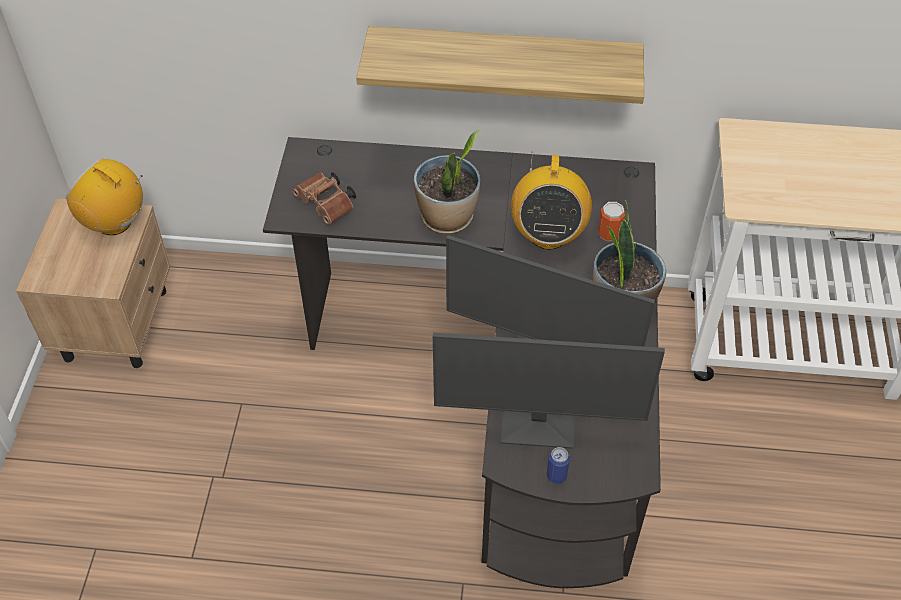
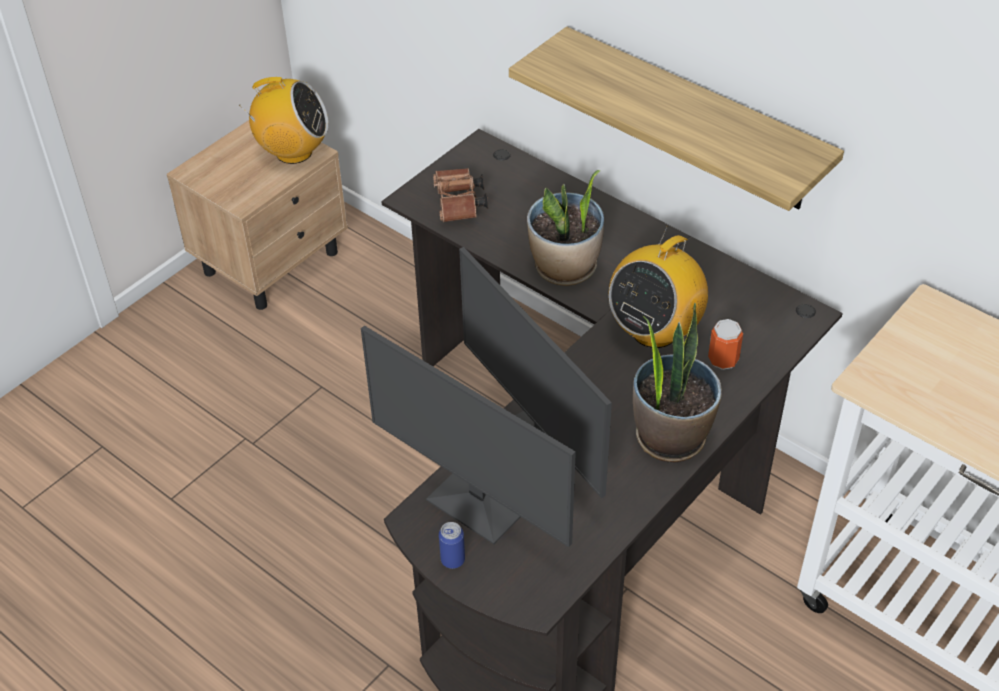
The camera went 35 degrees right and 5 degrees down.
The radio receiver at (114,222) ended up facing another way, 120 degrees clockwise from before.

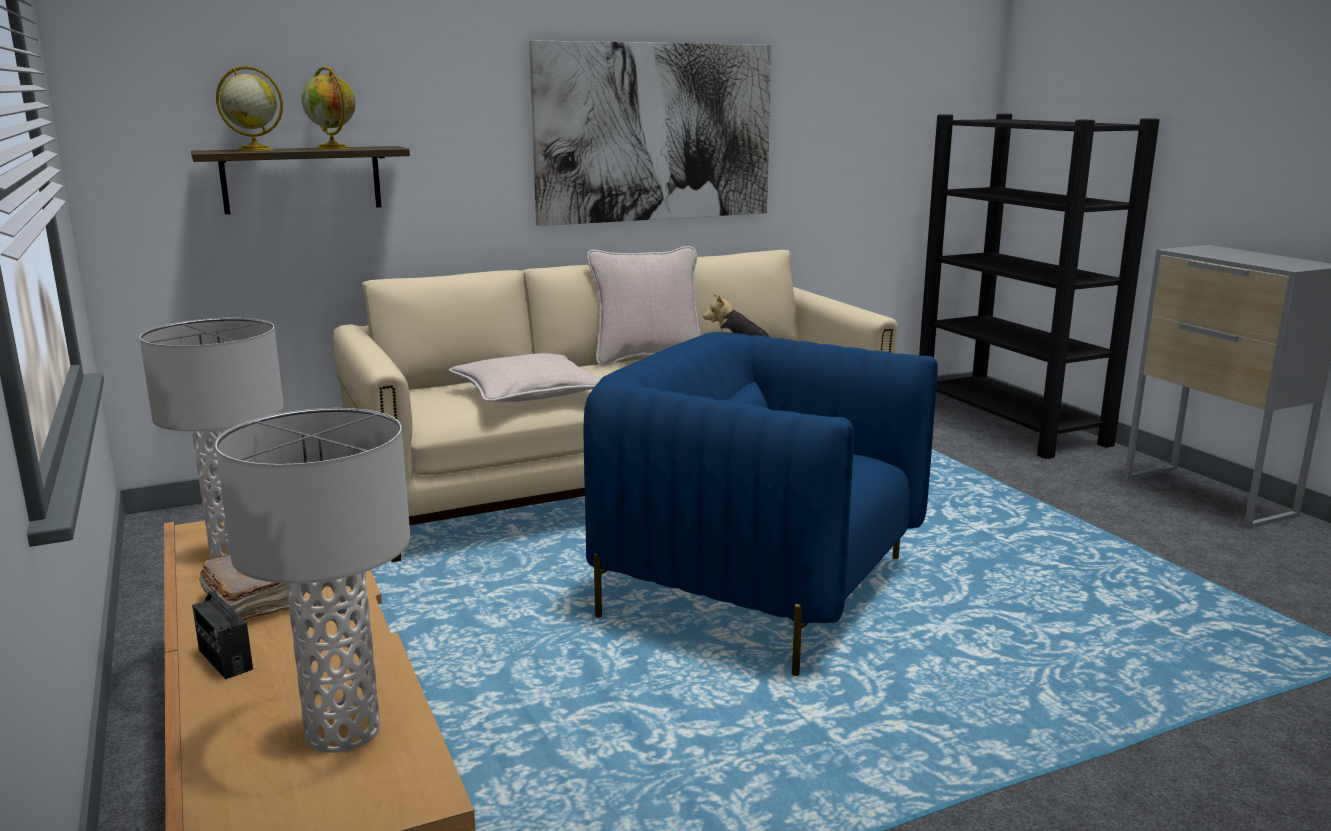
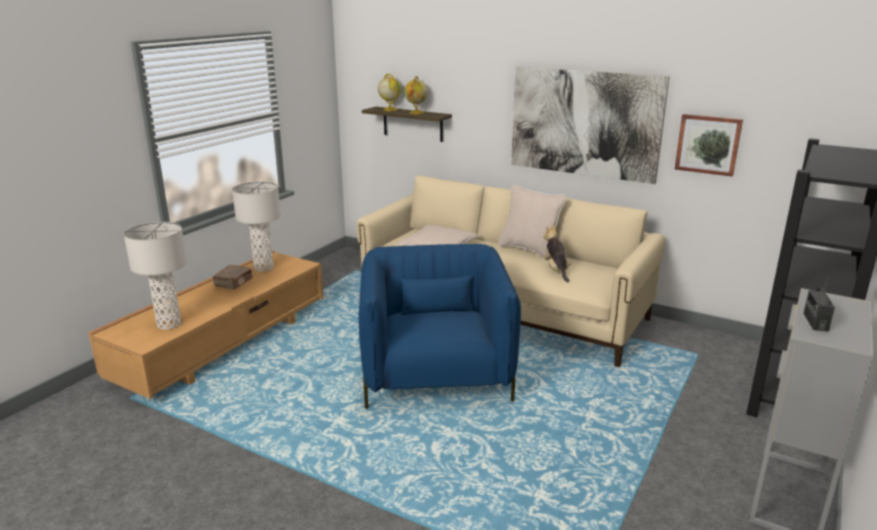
The camera went 55 degrees right and 5 degrees up.
The second view gained the picture at (708,144).
The radio receiver ended up elsewhere, having gone from (225,660) to (815,322).

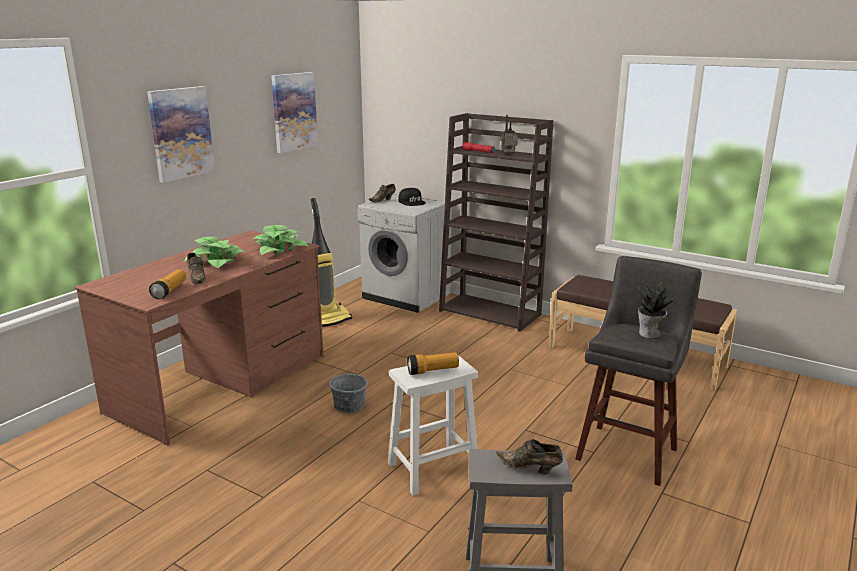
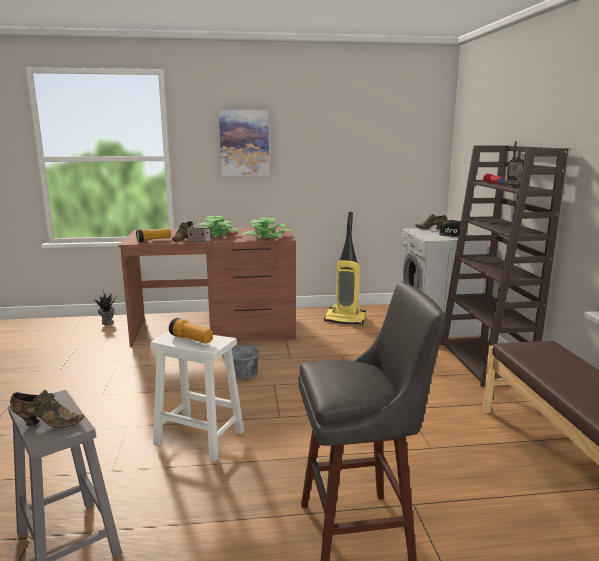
The camera went 50 degrees right and 5 degrees down.
The second view lost the picture at (294,111).
The second view gained the radio receiver at (198,241).
The plant in a pot ended up elsewhere, having gone from (649,334) to (107,323).
The shoe (brown-coloured) at (530,468) ended up facing another way, 105 degrees clockwise from before.

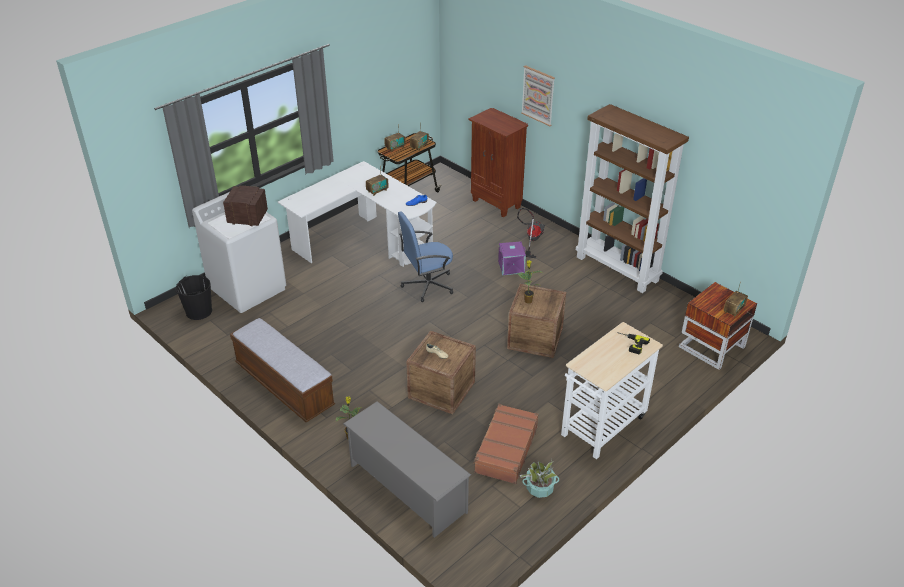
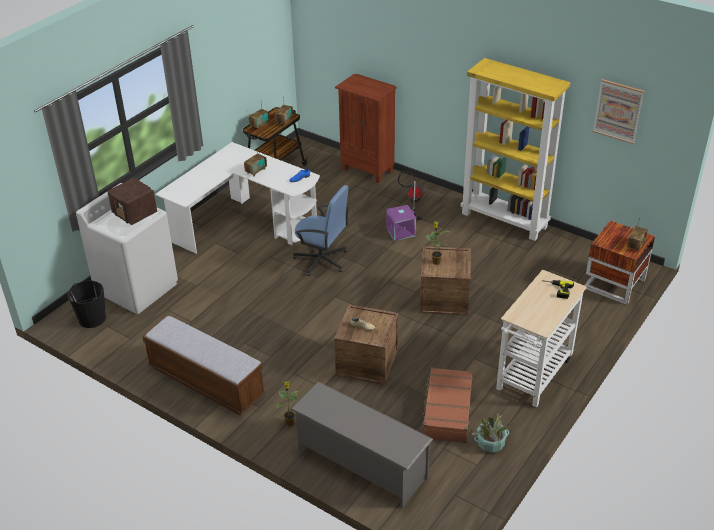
The camera went 10 degrees left and 0 degrees up.
The picture ended up elsewhere, having gone from (538,95) to (618,111).
What was the bookshelf (brown-coloured) at (618,269) turned into the bookshelf (yellow-coloured) at (505,220).
The radio receiver at (247,217) ended up facing another way, 135 degrees counterclockwise from before.
The computer chair (blue) at (427,285) ended up facing another way, 120 degrees counterclockwise from before.

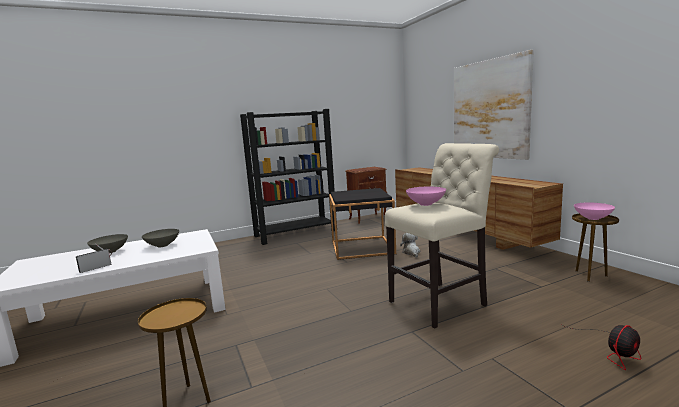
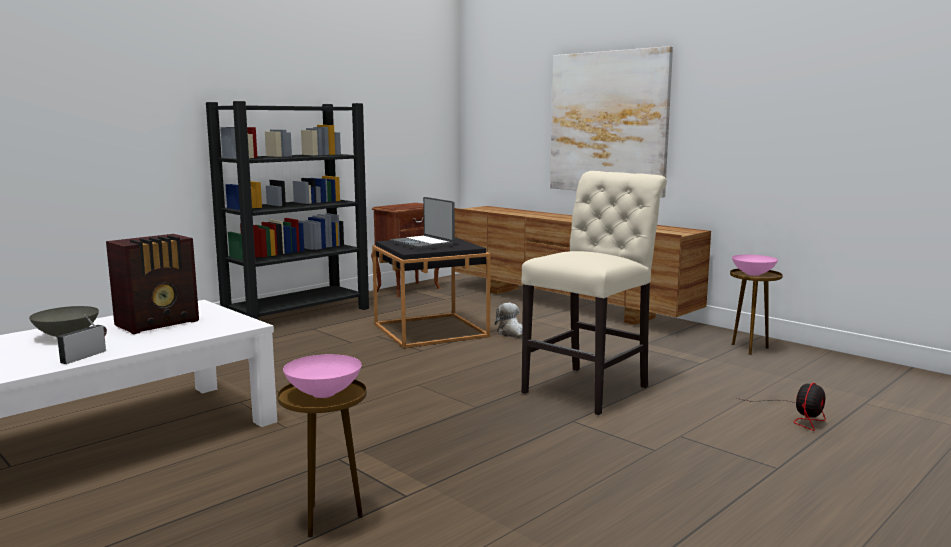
The camera went 20 degrees left and 0 degrees up.
The second view gained the portable computer at (423,244).
The serving bowl (pink-coloured) ended up elsewhere, having gone from (425,204) to (323,394).
Where the serving bowl (grey) stood at (163,245), the radio receiver came to stand at (159,323).

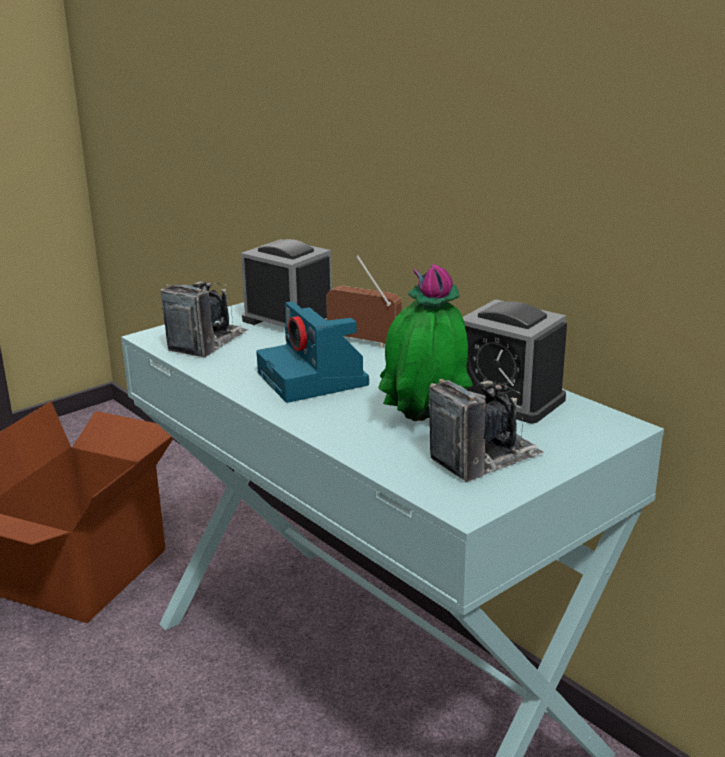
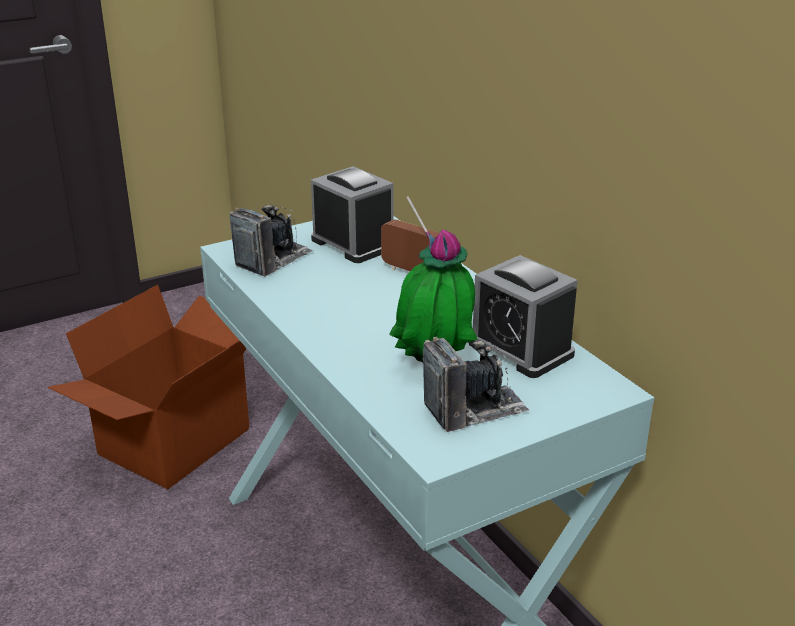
The camera went 10 degrees right and 5 degrees up.
The second view lost the still camera at (314,379).

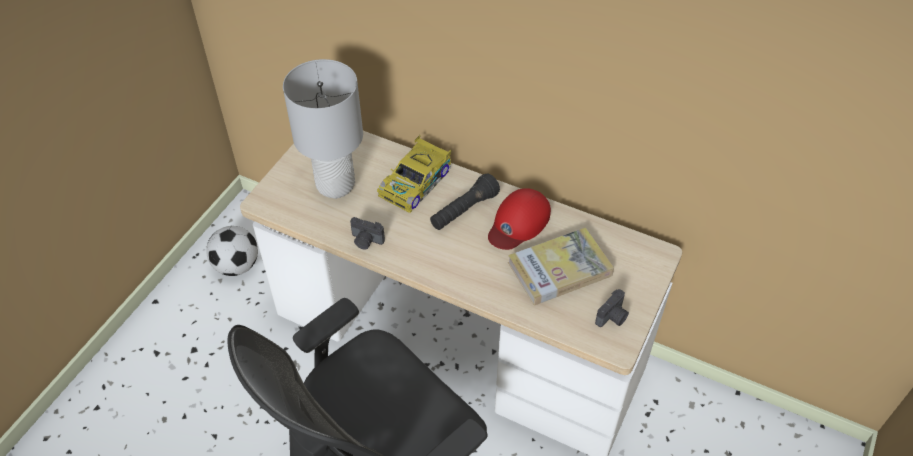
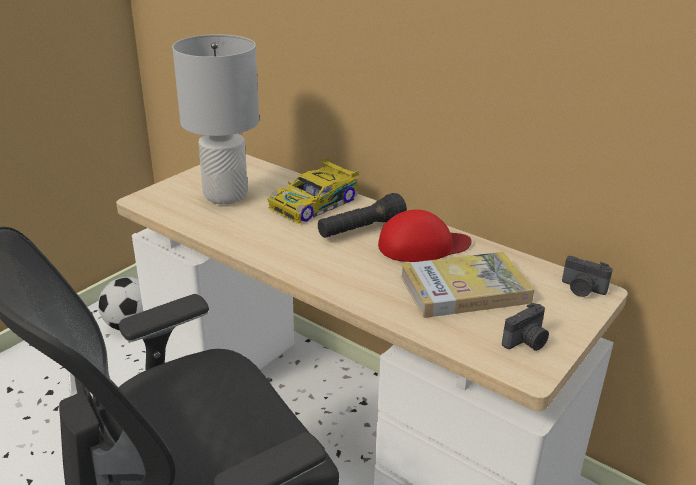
The camera went 10 degrees right and 20 degrees down.
The still camera ended up elsewhere, having gone from (366,241) to (582,289).
The baseball cap (red) at (518,223) ended up facing another way, 150 degrees counterclockwise from before.

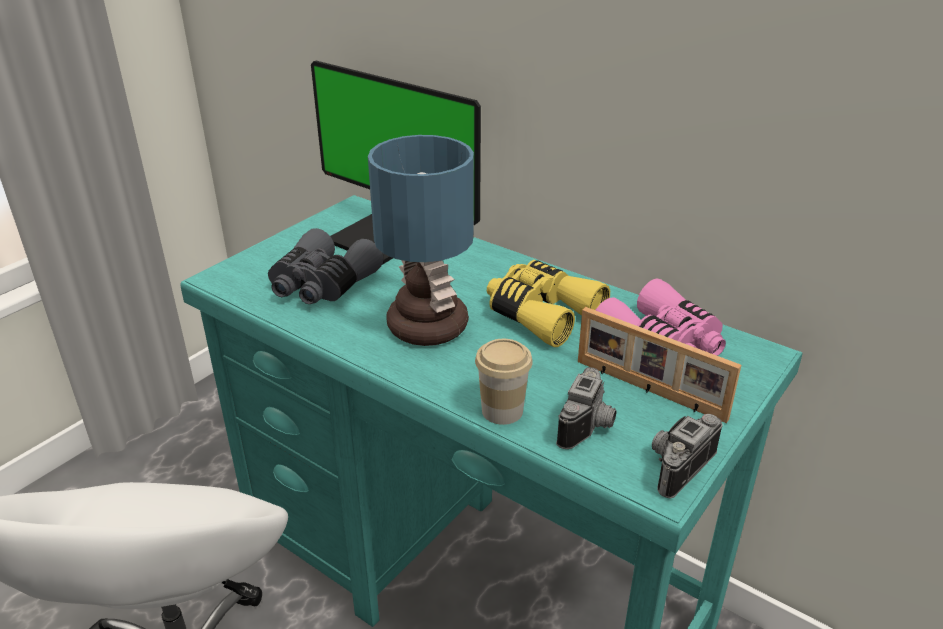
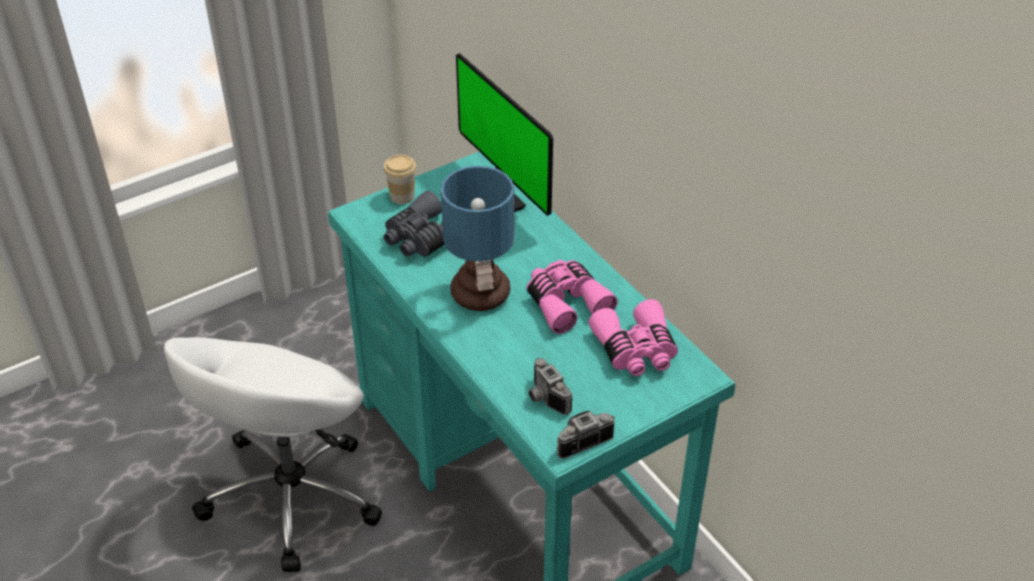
The camera went 20 degrees right and 10 degrees up.
The second view lost the standing frame at (648,390).
The small cup ended up elsewhere, having gone from (502,411) to (402,196).
What was the field glasses (yellow-coloured) at (541,313) turned into the field glasses (pink-coloured) at (566,302).
The still camera at (590,426) ended up facing another way, 105 degrees clockwise from before.

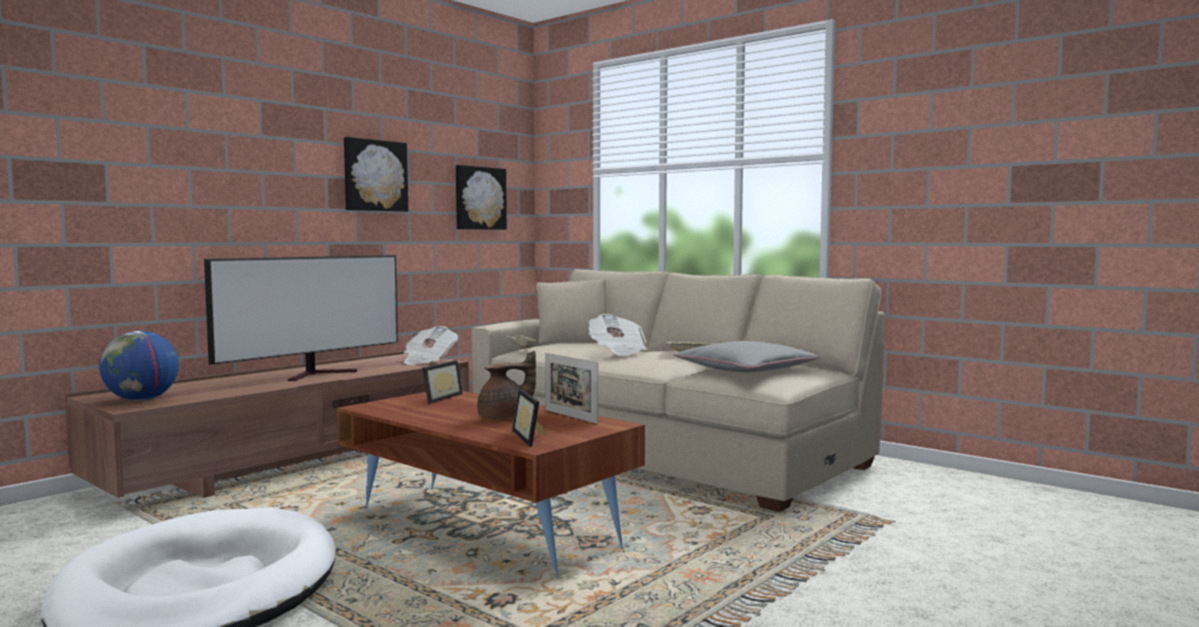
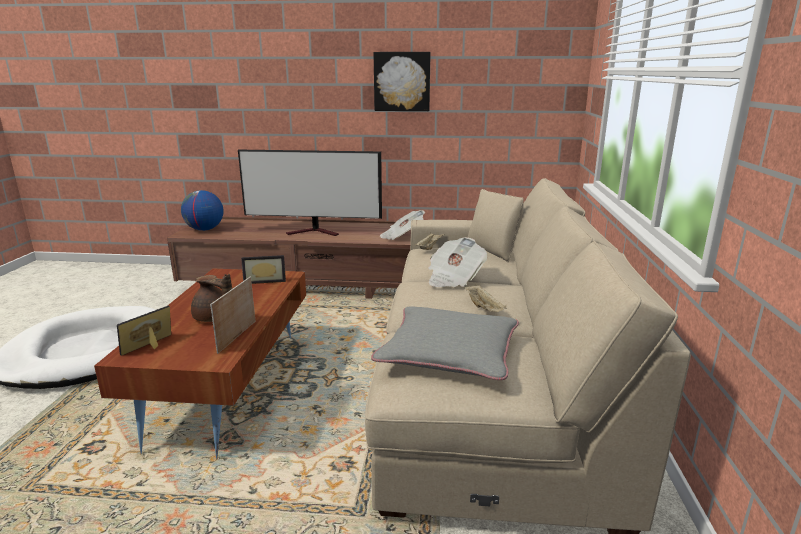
The camera went 55 degrees right and 15 degrees up.
The second view lost the picture at (479,198).

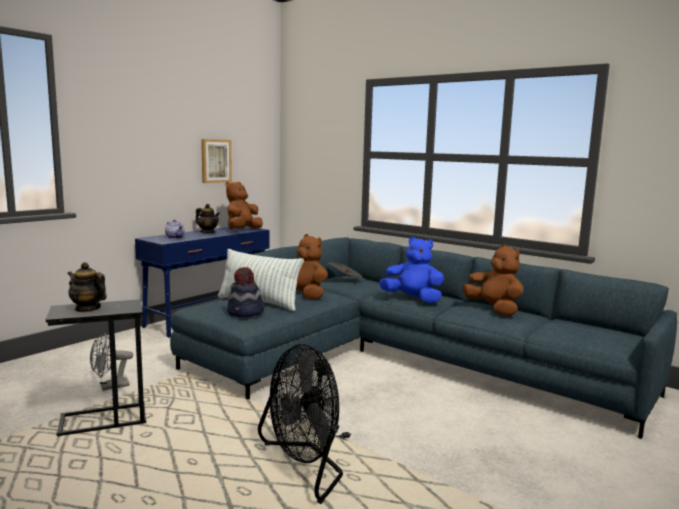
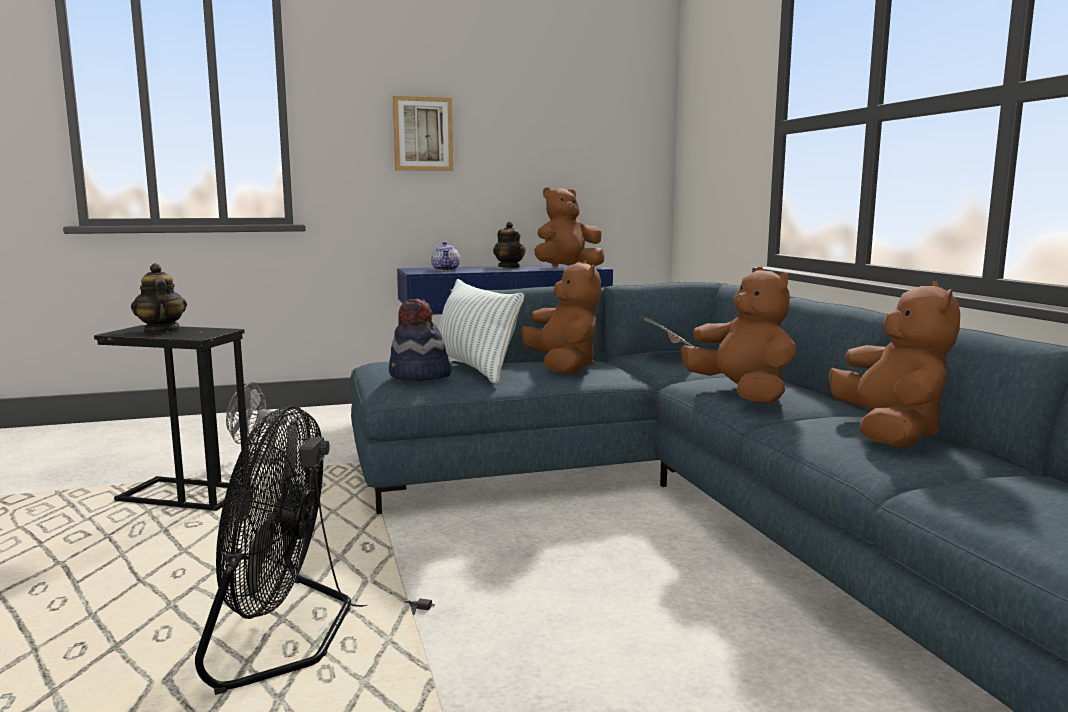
The camera went 35 degrees right and 0 degrees up.
The picture ended up elsewhere, having gone from (216,161) to (423,134).
What was the cuddly toy (blue) at (413,299) turned into the cuddly toy (brown-coloured) at (742,394).

